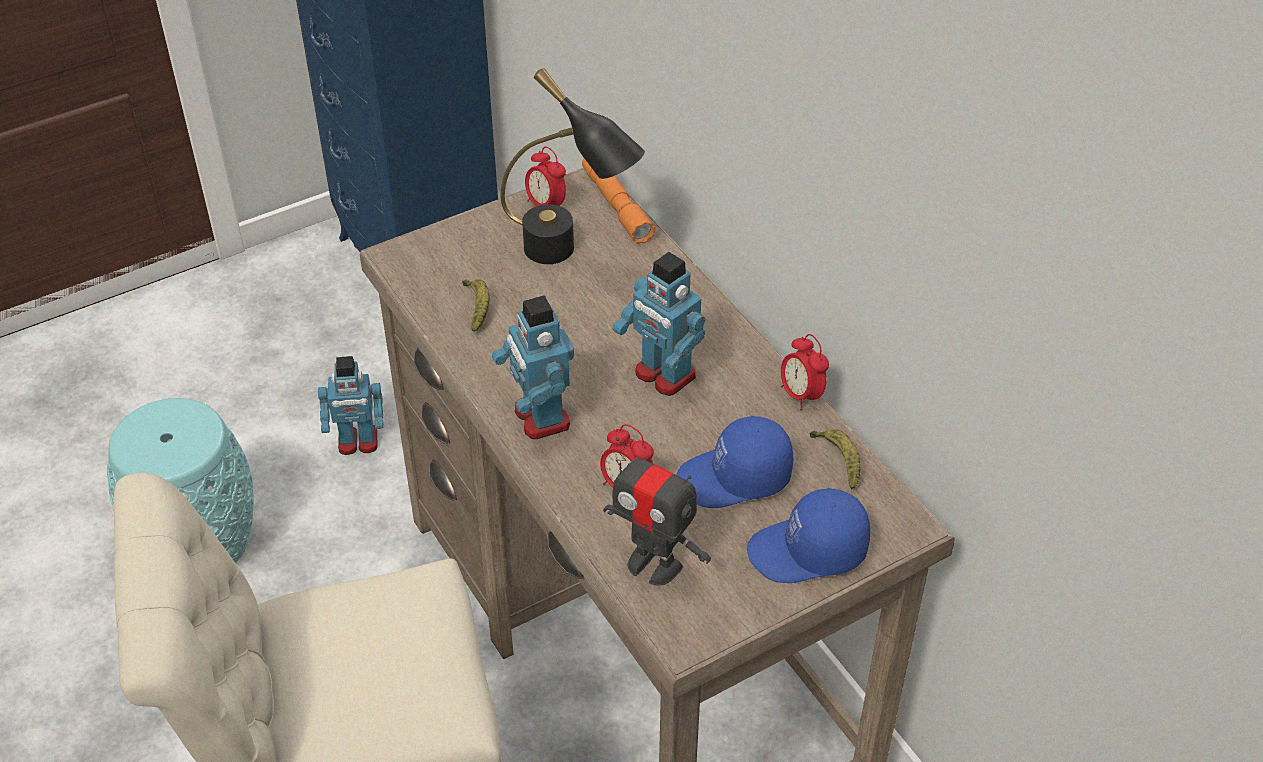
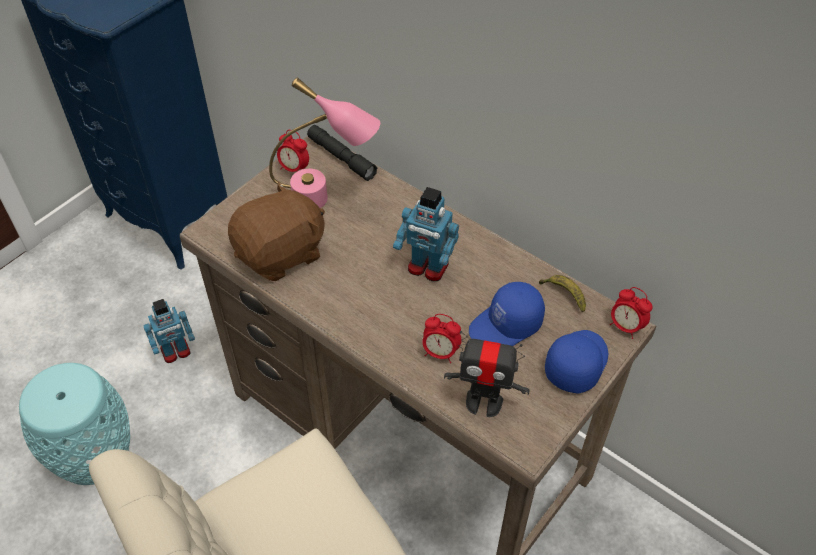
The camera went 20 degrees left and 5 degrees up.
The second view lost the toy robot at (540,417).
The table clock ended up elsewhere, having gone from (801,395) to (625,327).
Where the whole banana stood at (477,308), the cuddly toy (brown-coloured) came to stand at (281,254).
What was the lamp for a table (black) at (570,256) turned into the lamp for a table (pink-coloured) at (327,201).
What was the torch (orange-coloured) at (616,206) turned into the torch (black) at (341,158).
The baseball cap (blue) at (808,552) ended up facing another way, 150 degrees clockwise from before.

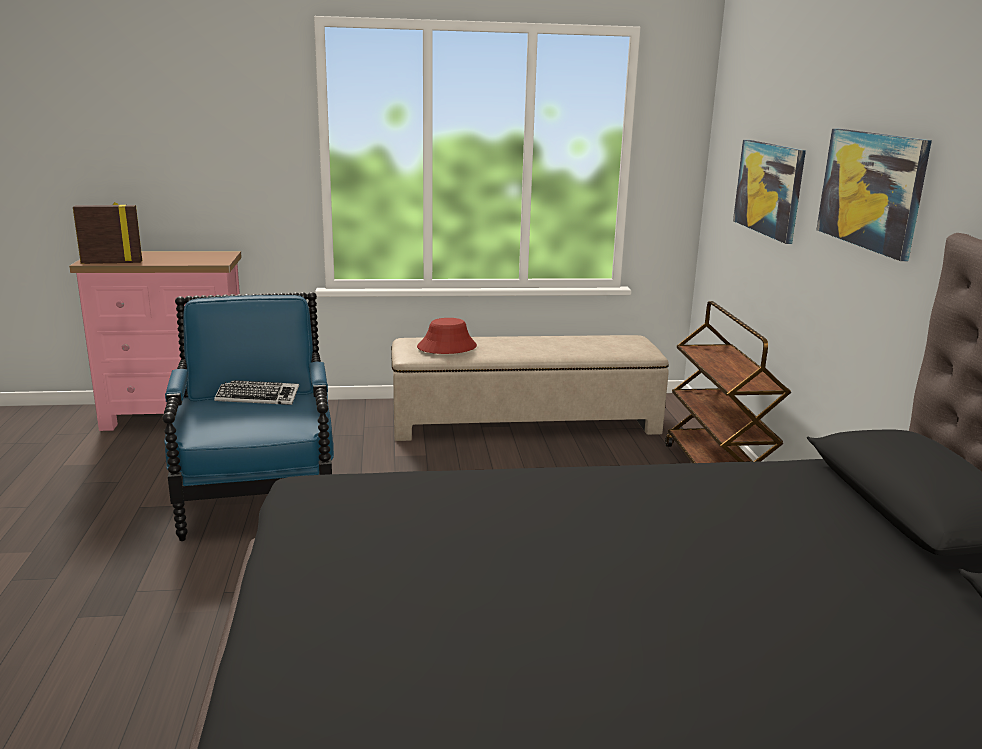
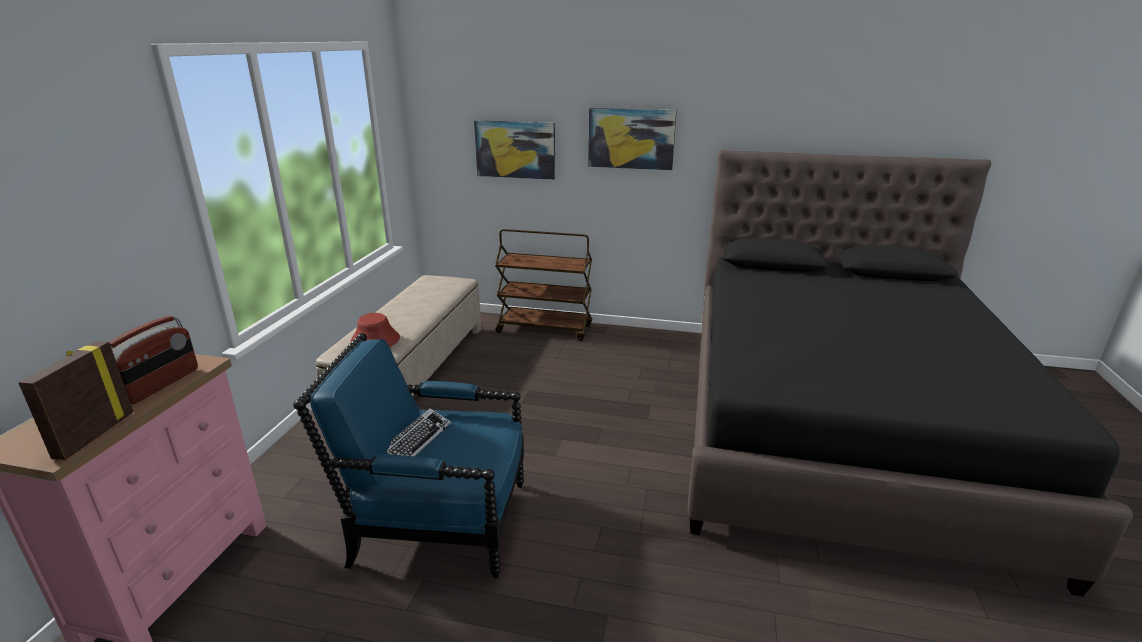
The camera went 70 degrees left and 5 degrees up.
The second view gained the radio receiver at (160,385).

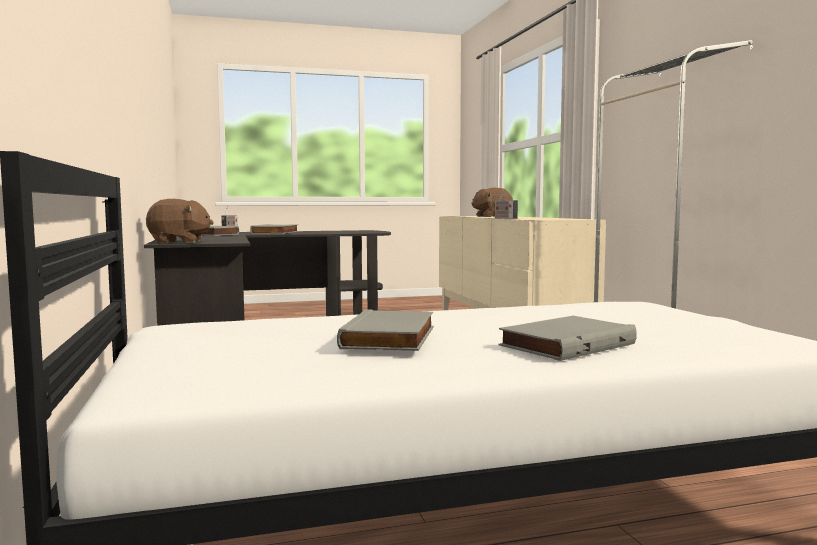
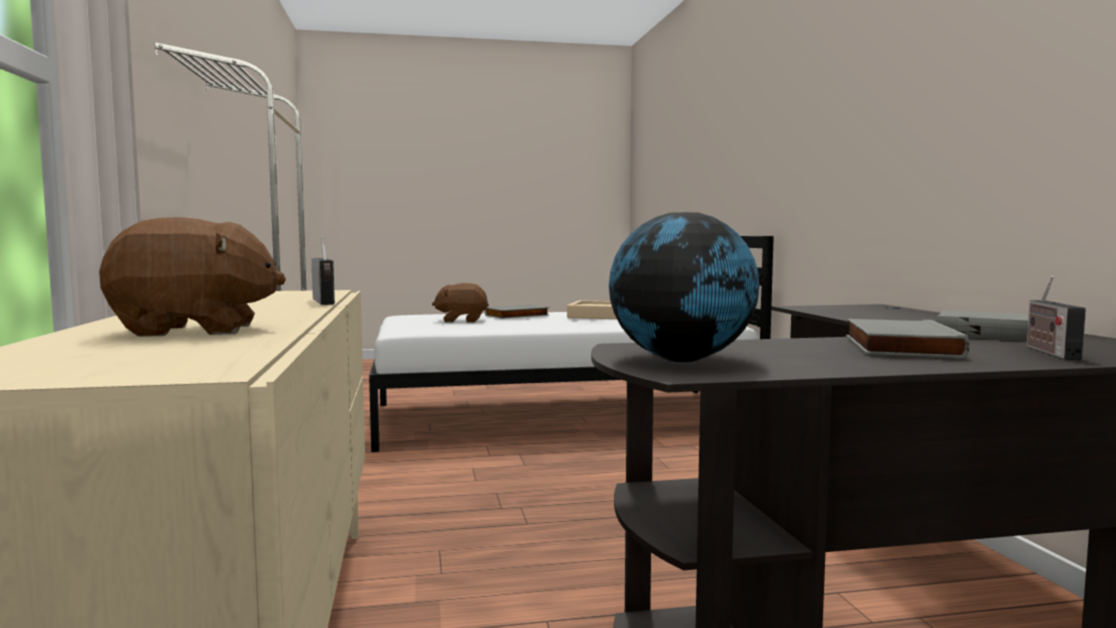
The camera went 175 degrees left and 0 degrees up.
The second view gained the globe at (682,360).
The cuddly toy (brown-coloured) ended up elsewhere, having gone from (179,242) to (462,320).
Where the bound book (grey) stood at (392,338), the carrying tray (beige-coloured) came to stand at (597,316).

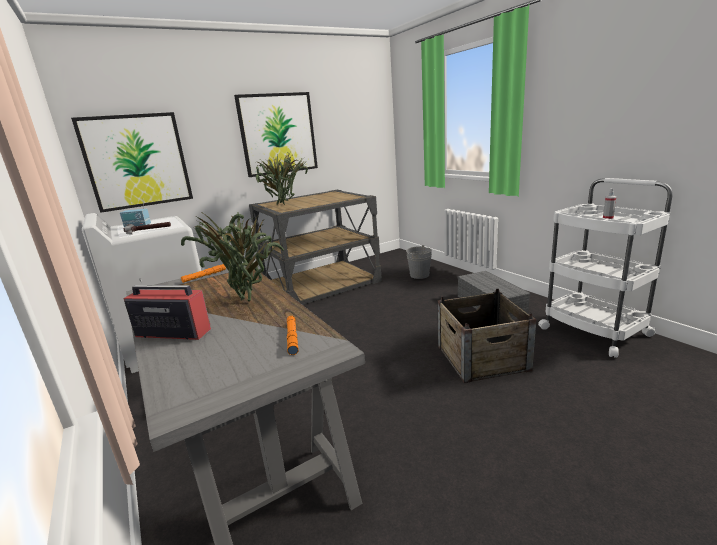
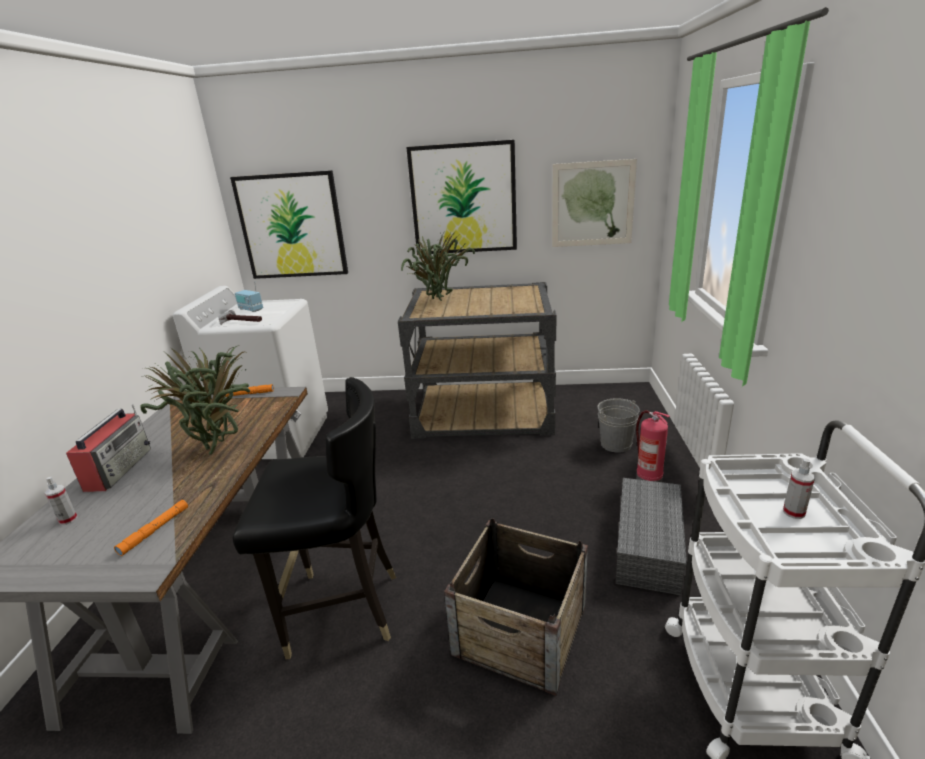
The camera went 35 degrees right and 5 degrees up.
The second view gained the hand sprayer at (68,519).
The second view gained the chair (black) at (341,611).
The second view gained the picture at (592,204).
The second view gained the extinguisher at (647,480).
The radio receiver at (172,332) ended up facing another way, 45 degrees clockwise from before.

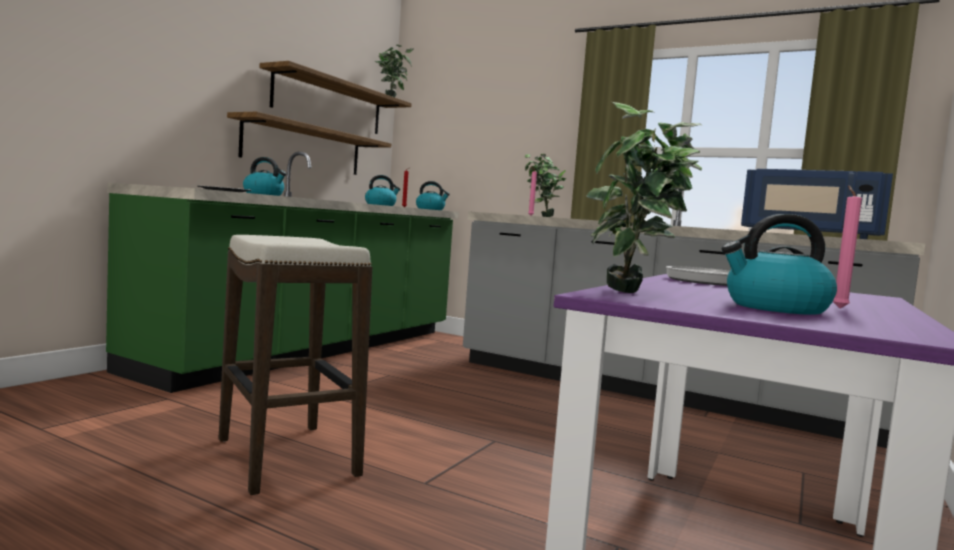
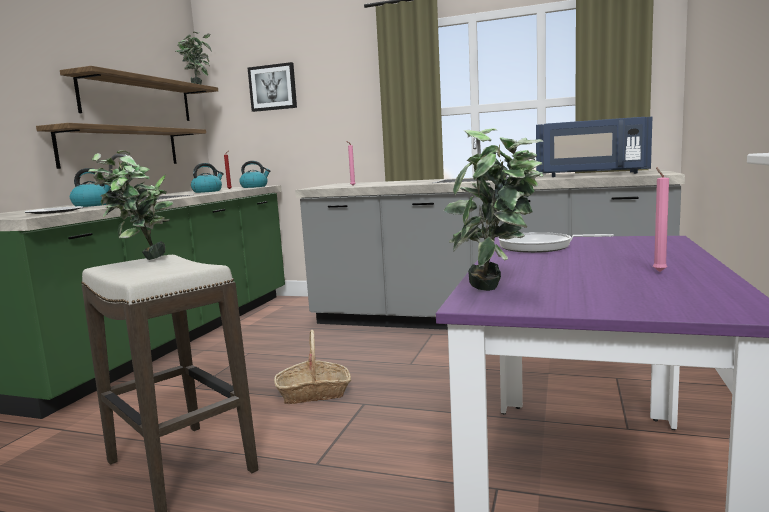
The camera went 10 degrees left and 5 degrees up.
The second view lost the tea kettle at (775,308).
The second view gained the picture at (273,87).
The second view gained the storage basket at (314,393).
The plant in a pot ended up elsewhere, having gone from (540,217) to (140,260).

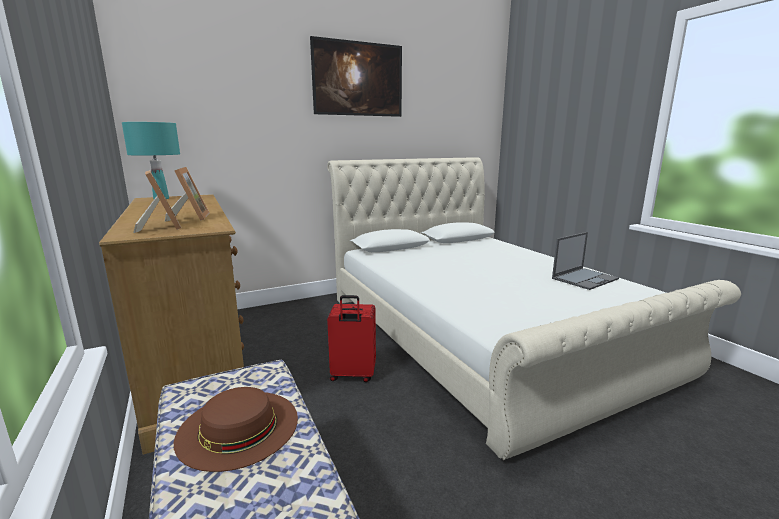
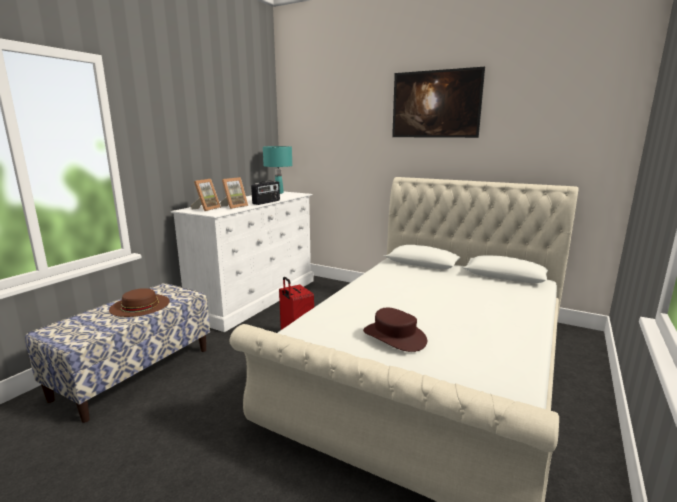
The camera went 55 degrees right and 0 degrees up.
The second view lost the portable computer at (585,278).
The second view gained the radio receiver at (266,202).
The second view gained the clothing hat (brown-coloured) at (394,336).
What was the drawer chest (brown-coloured) at (197,367) turned into the drawer chest (white-coloured) at (257,298).

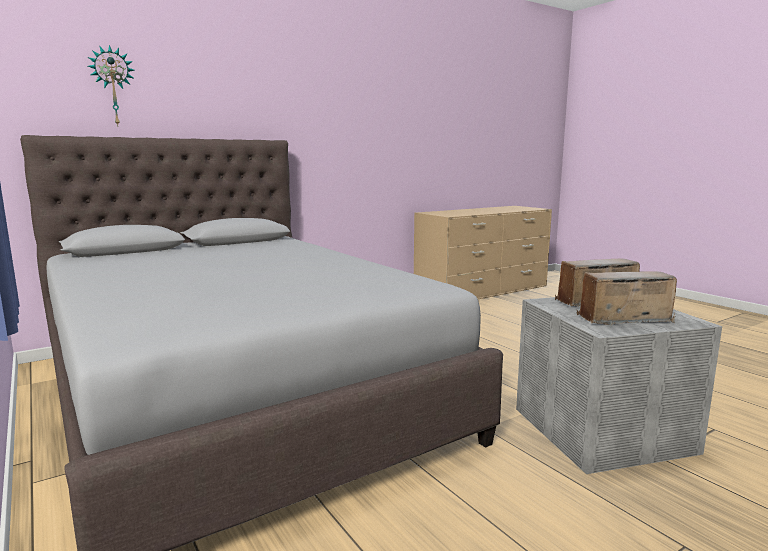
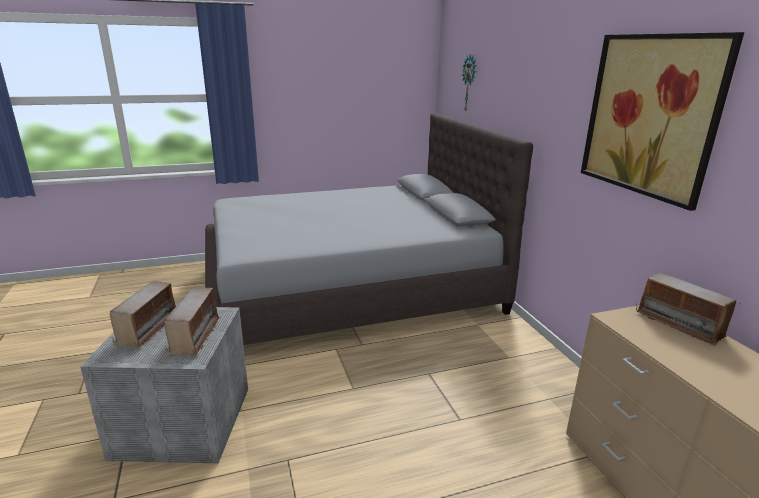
The camera went 105 degrees right and 10 degrees up.
The second view gained the picture at (650,115).
The second view gained the radio receiver at (680,325).

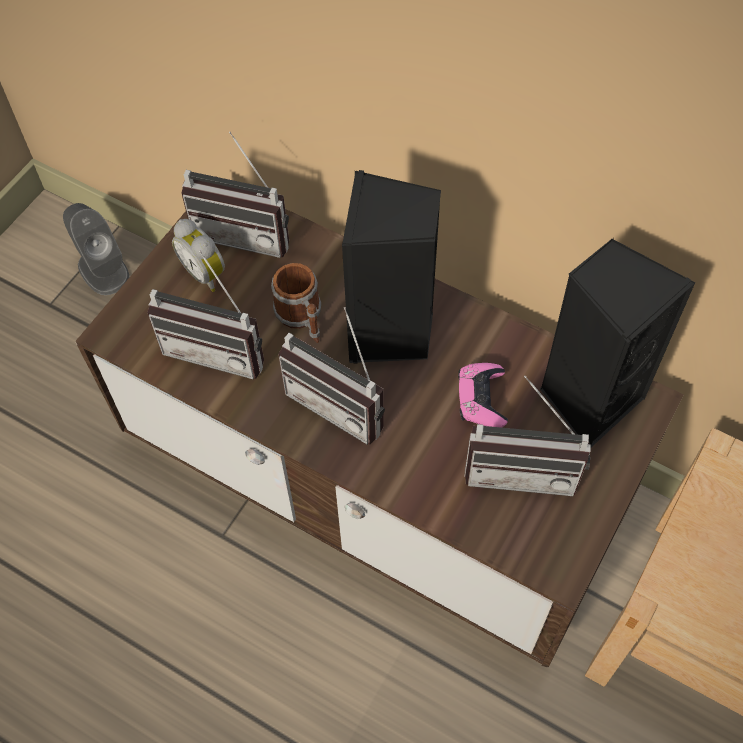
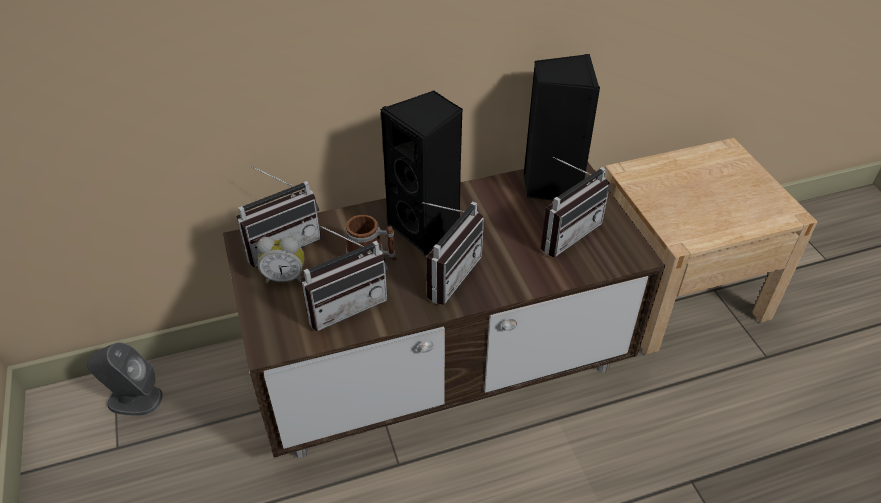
The camera went 50 degrees left and 15 degrees down.
The second view lost the game controller (pink-coloured) at (481,399).
The radio receiver at (343,402) ended up facing another way, 45 degrees counterclockwise from before.

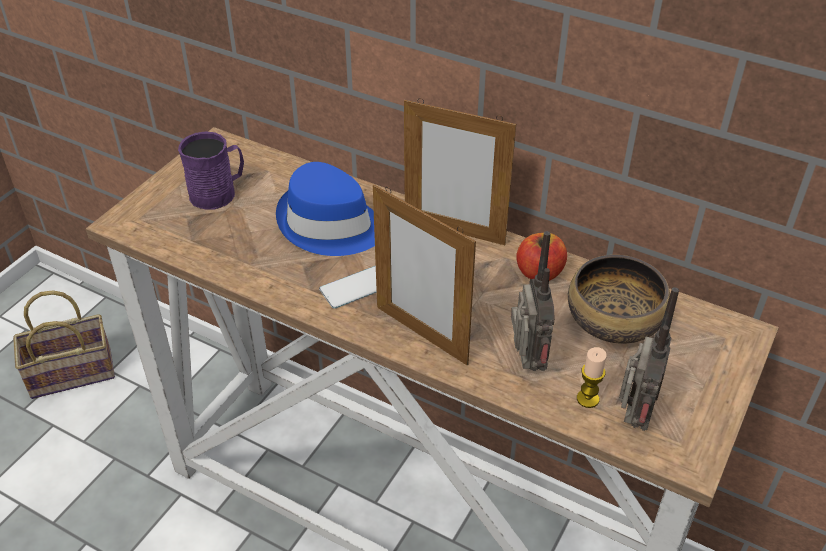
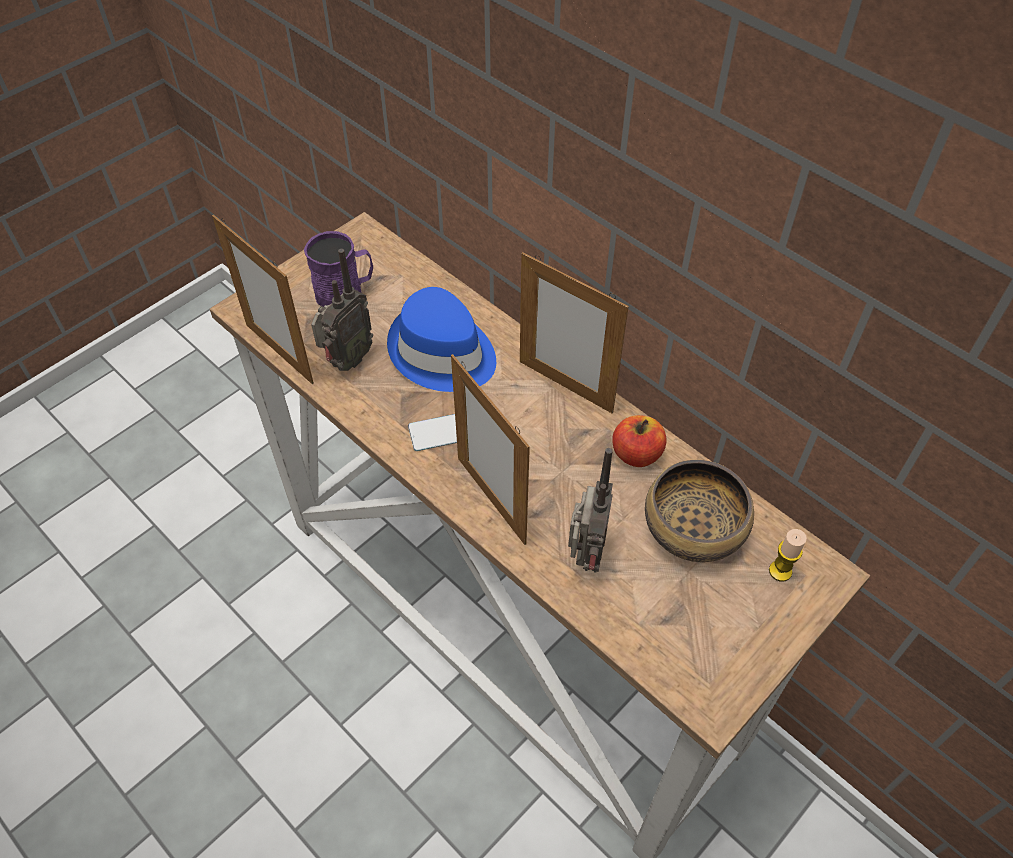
The camera went 15 degrees right and 10 degrees up.
The second view lost the storage basket at (73,371).
The second view gained the standing frame at (279,353).
The wax candle ended up elsewhere, having gone from (587,399) to (780,571).
The radio receiver ended up elsewhere, having gone from (632,418) to (346,361).

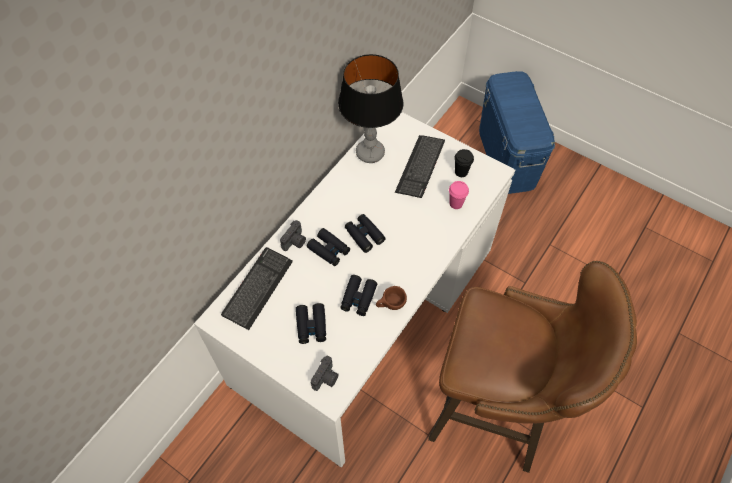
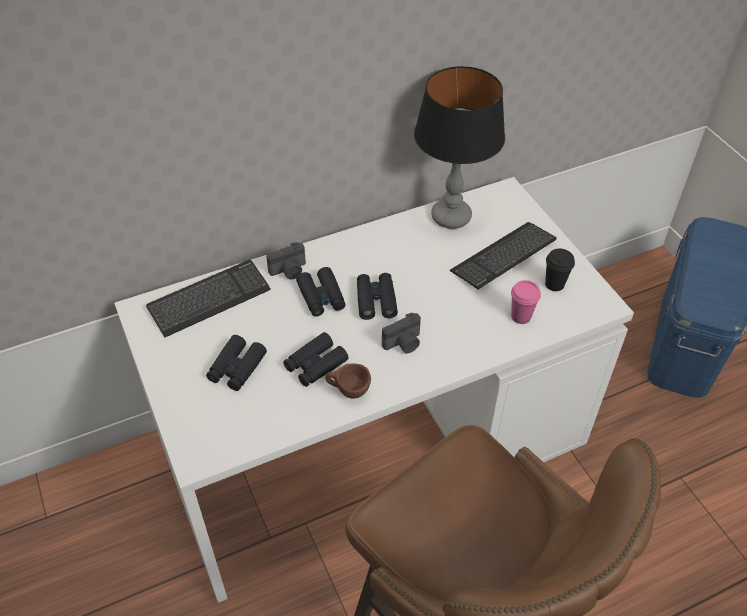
The camera went 30 degrees right and 10 degrees down.
The still camera ended up elsewhere, having gone from (326,378) to (404,344).

